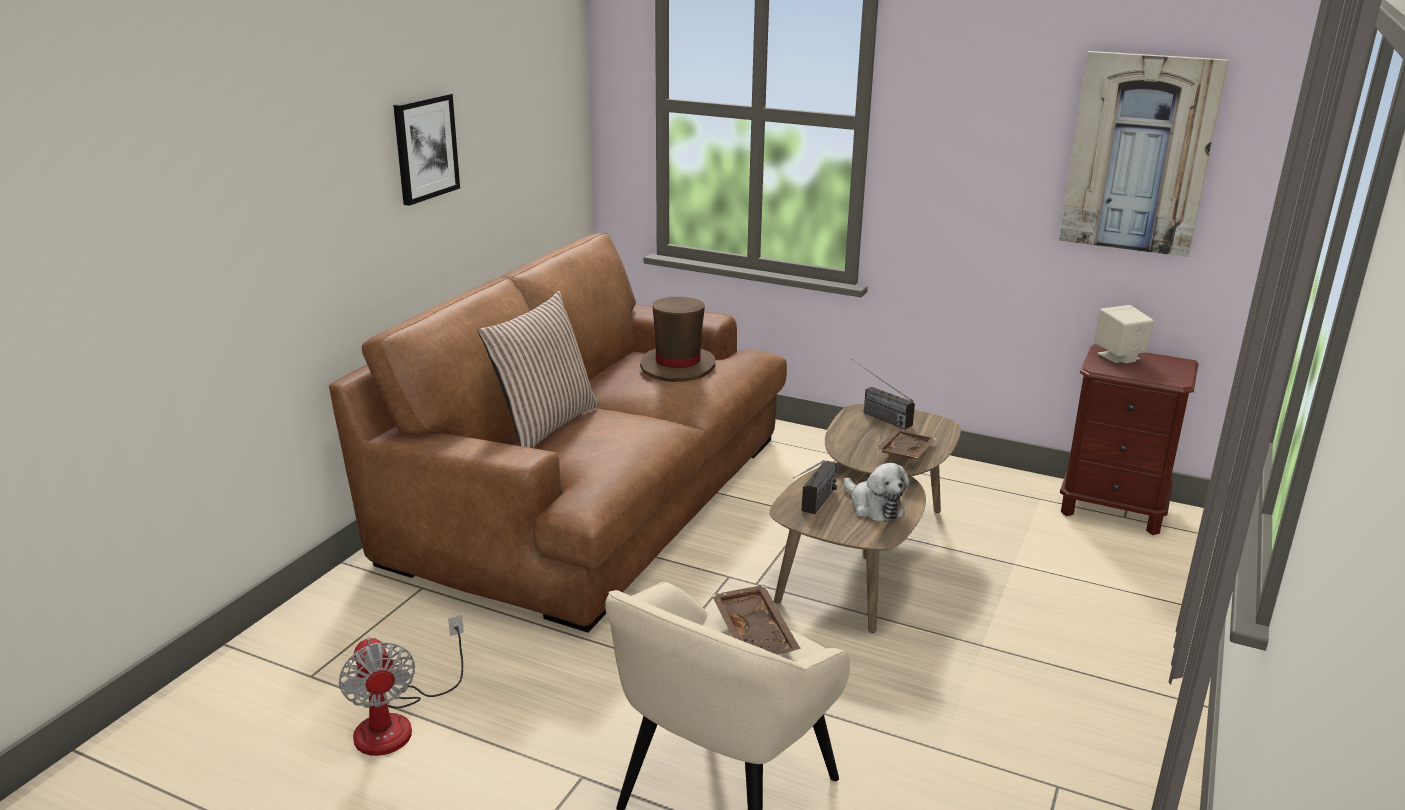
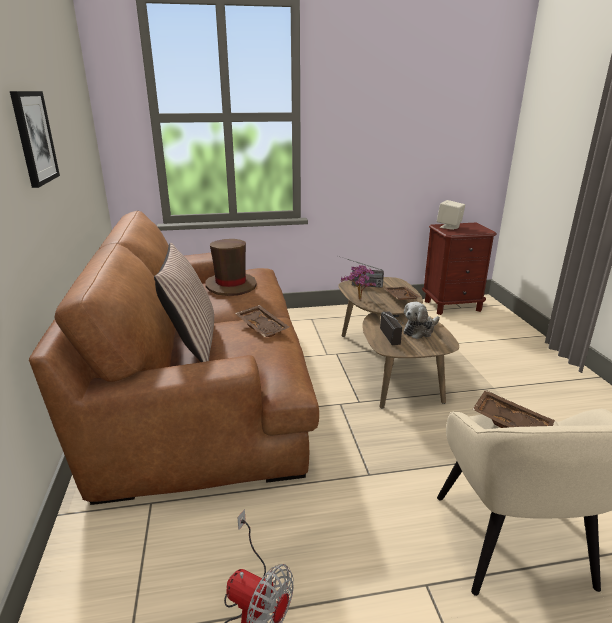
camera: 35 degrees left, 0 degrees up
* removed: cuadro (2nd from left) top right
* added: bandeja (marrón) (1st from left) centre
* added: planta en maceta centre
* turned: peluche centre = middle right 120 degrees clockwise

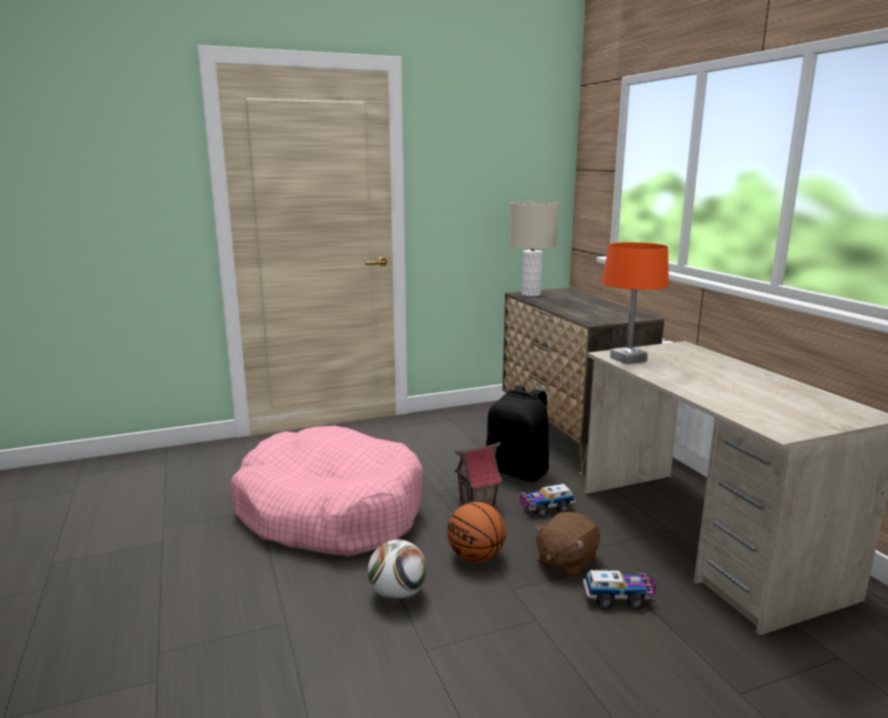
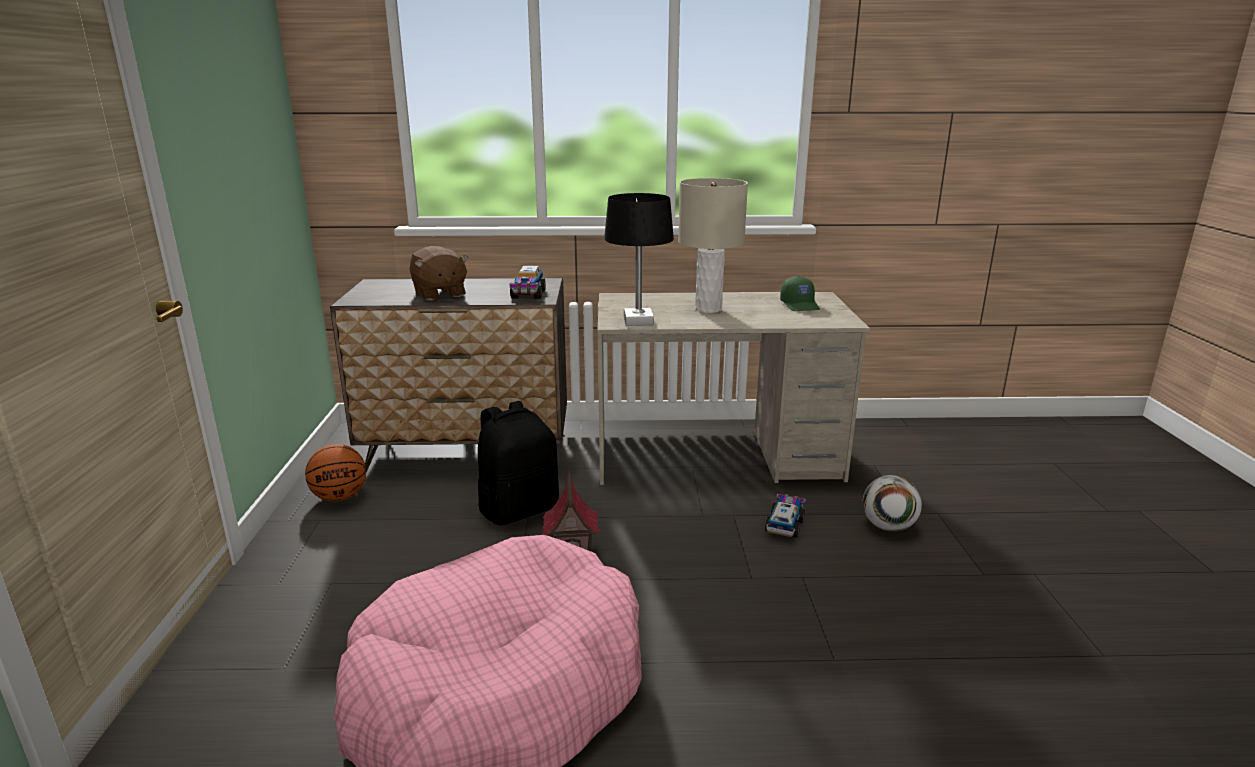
camera: 70 degrees left, 5 degrees up
* added: gorra (verde) centre
* moved: balón de fútbol bottom centre to middle right
* moved: balón de baloncesto bottom centre to middle left
* moved: lámpara de mesa (beis) centre to top centre
* moved: camión de juguete (1st from left) bottom centre to centre
* moved: peluche (marrón) bottom centre to centre
* recoloured: lámpara de mesa (naranja) middle right to lámpara de mesa (negro) centre

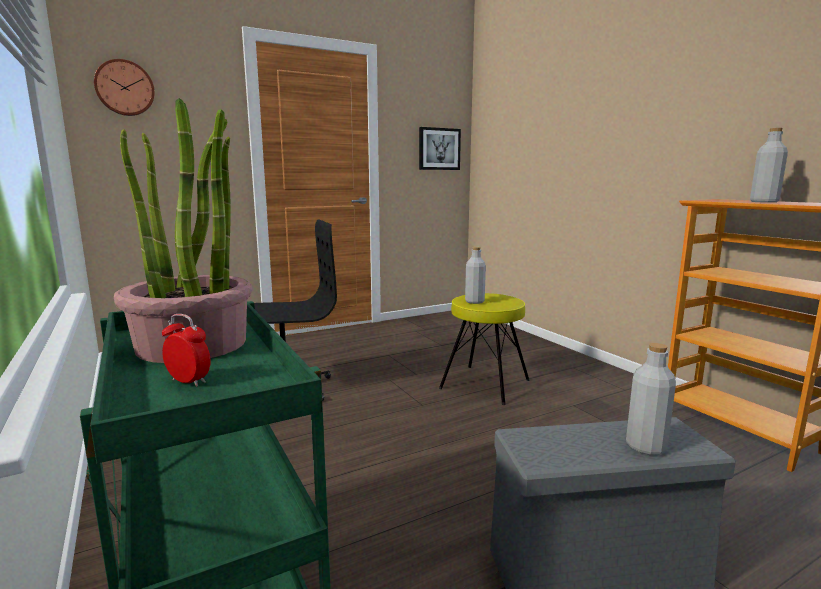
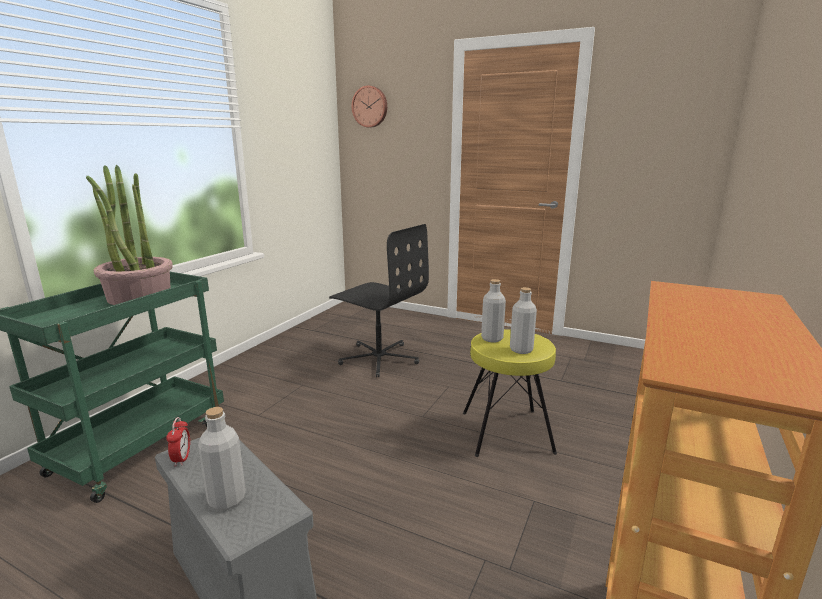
camera: 55 degrees right, 5 degrees up
* removed: cuadro top centre
* moved: despertador middle left to bottom left
* moved: botella (gris) (3rd from left) top right to centre

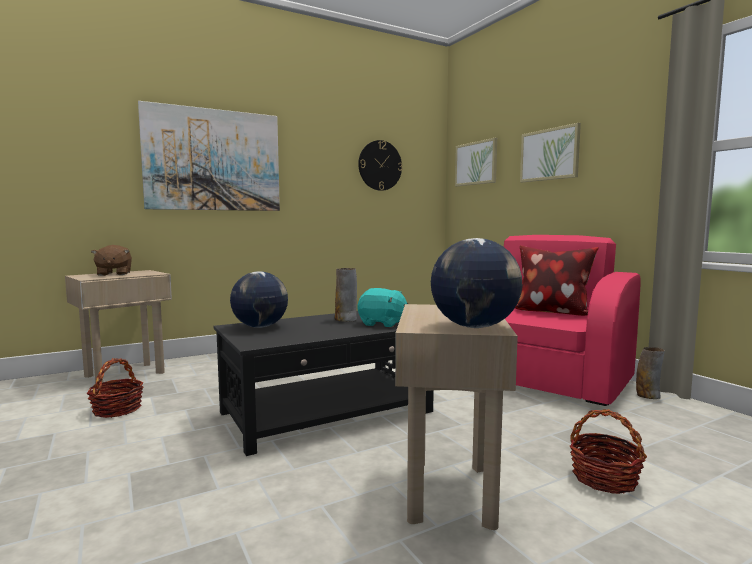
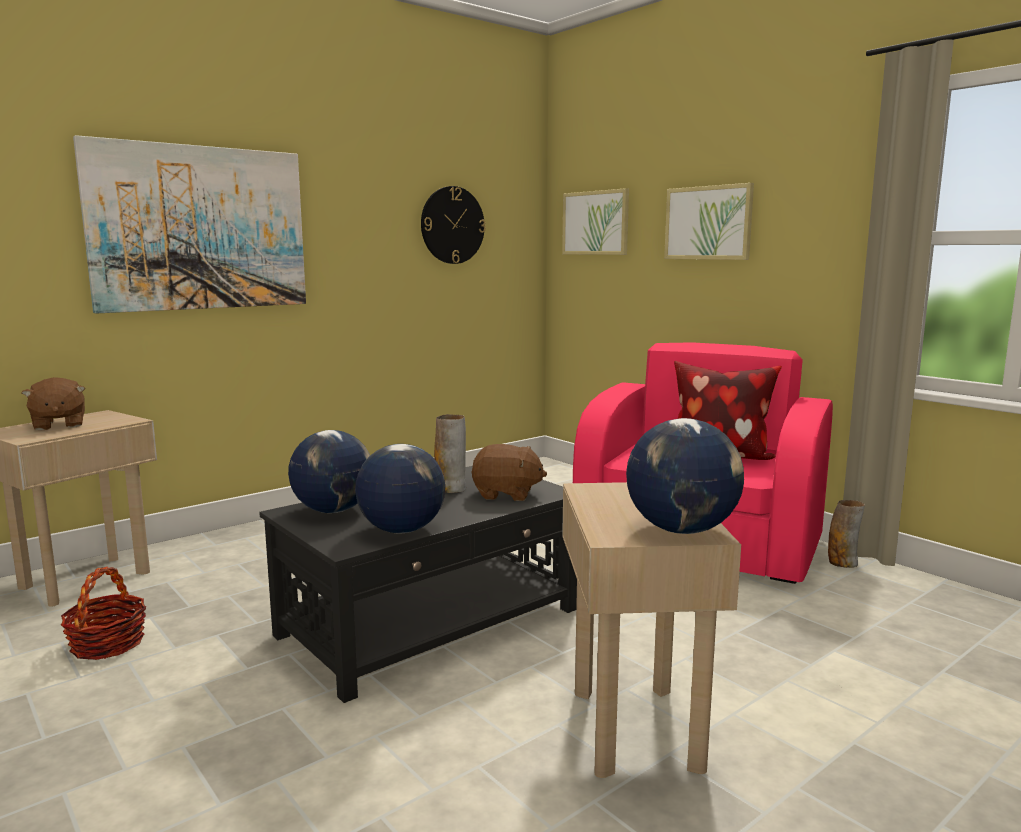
camera: 10 degrees left, 5 degrees up
* removed: cesta (2nd from left) bottom right
* added: globo terráqueo (2nd from left) centre
* recoloured: peluche (turquesa) centre to peluche (marrón) (2nd from left) centre

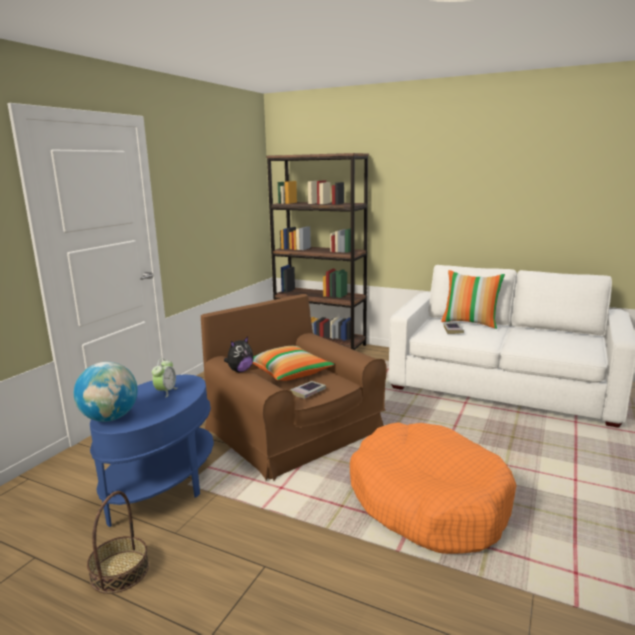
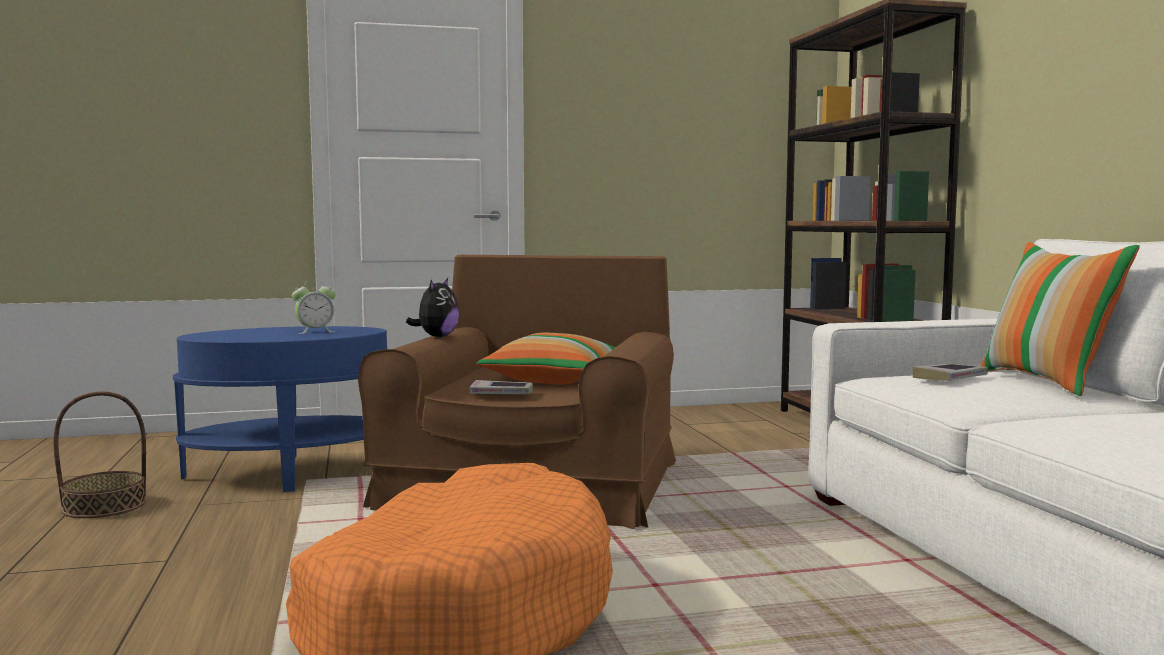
camera: 50 degrees right, 10 degrees down
* removed: globo terráqueo middle left
* turned: peluche centre = centre 75 degrees counterclockwise

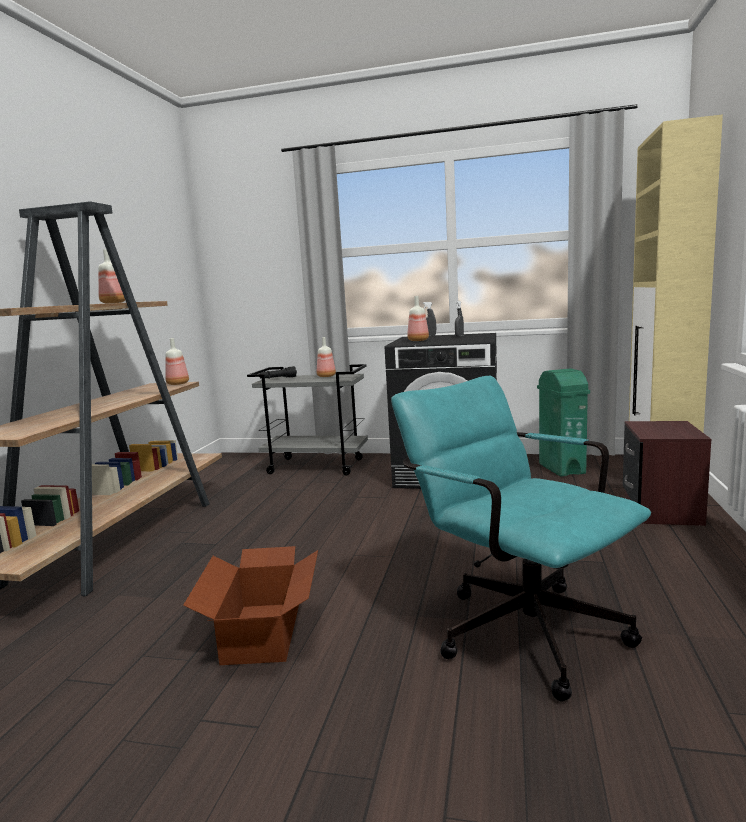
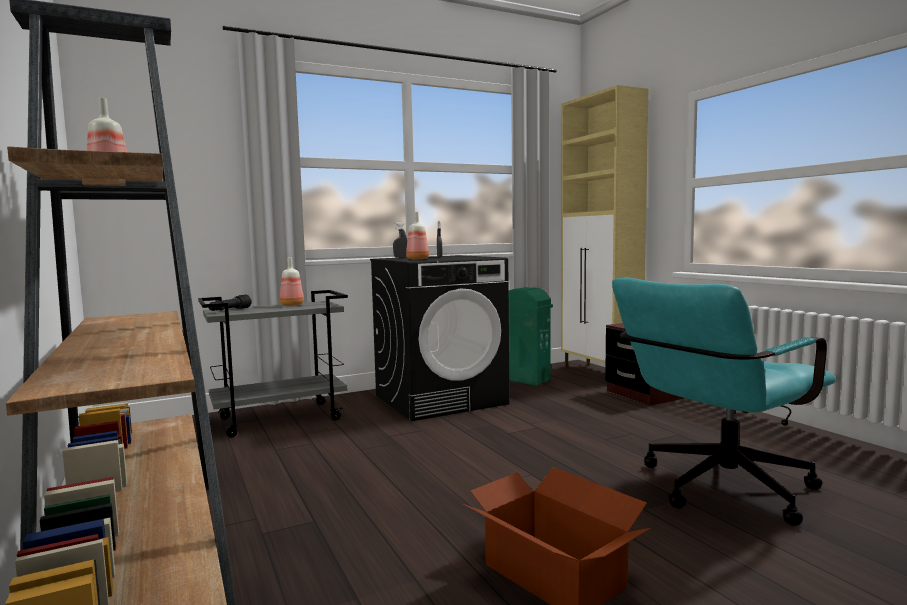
camera: 40 degrees left, 5 degrees down
* removed: botella (2nd from left) middle left
* turned: silla de oficina (turquesa) middle right = middle right 45 degrees counterclockwise

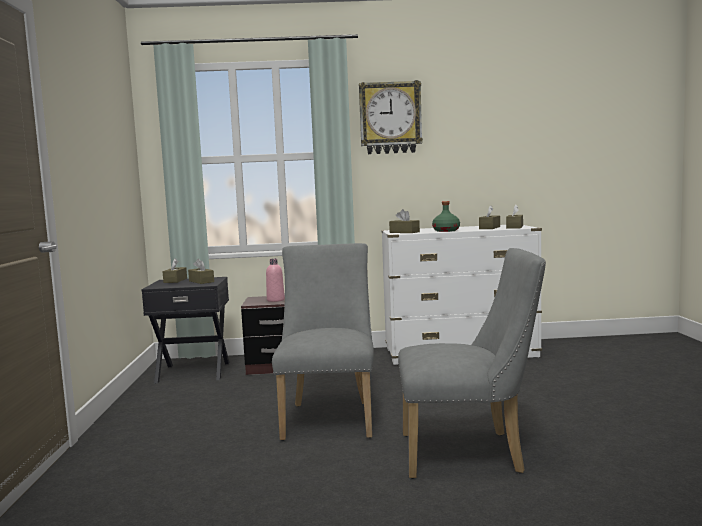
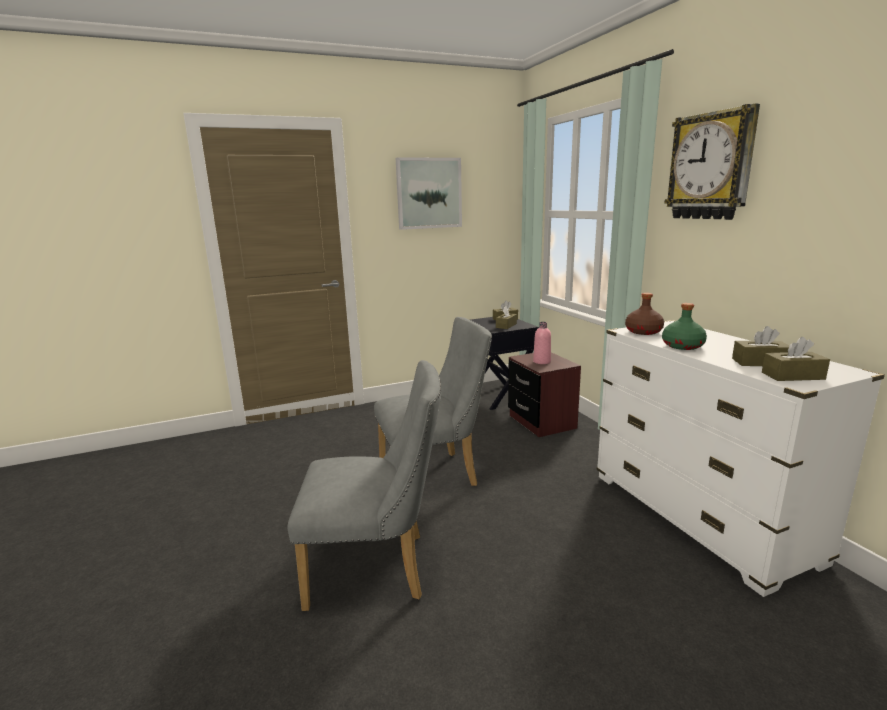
camera: 70 degrees right, 10 degrees up
* added: cuadro top centre
* replaced: caja de pañuelos (marrón) (3rd from left) centre to botella (marrón) middle right
* turned: silla (gris) (2nd from left in the first image) bottom right = bottom centre 75 degrees counterclockwise

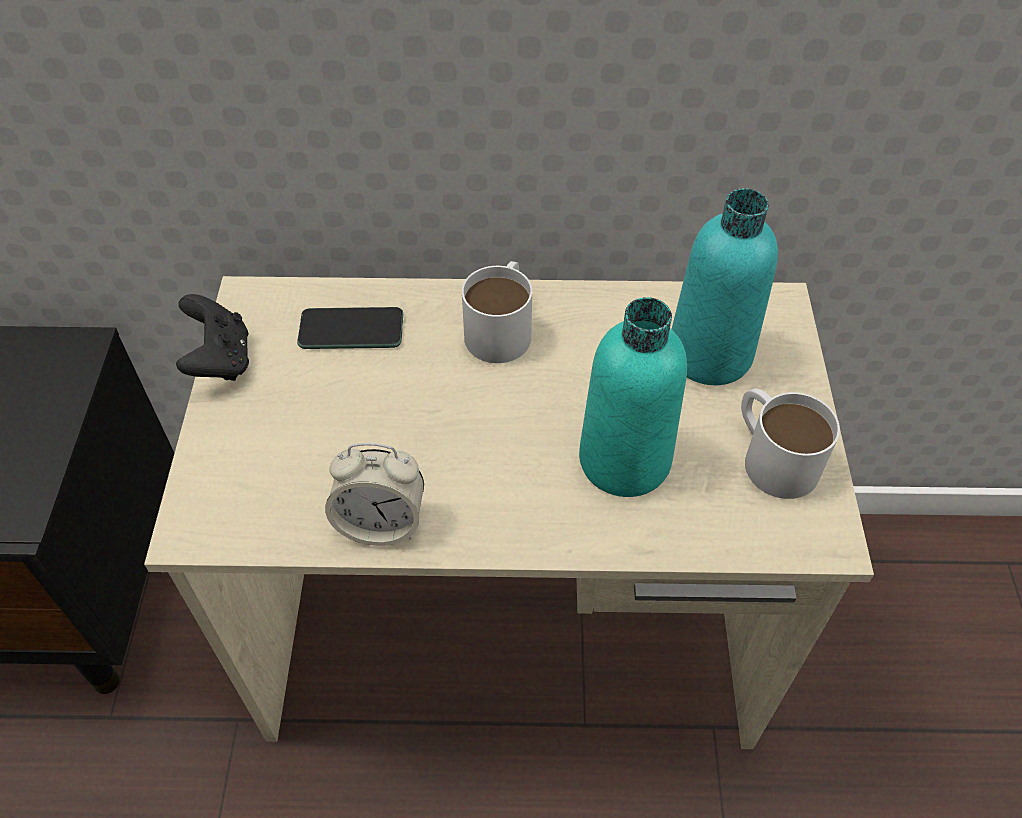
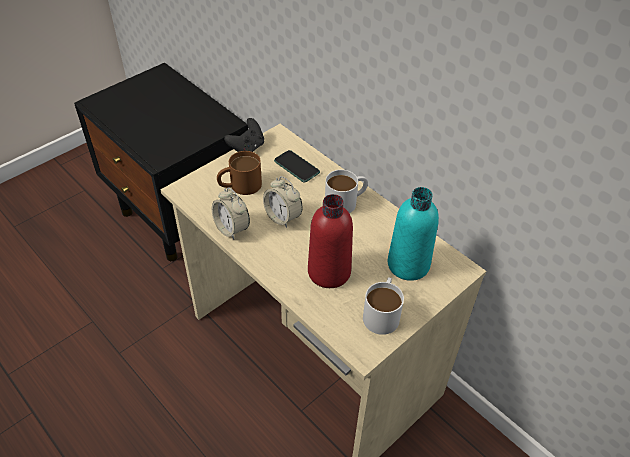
camera: 45 degrees right, 5 degrees down
* added: taza grande (marrón) centre
* added: despertador (2nd from left) centre
* recoloured: botella (turquesa) (1st from left) centre to botella (rojo) centre

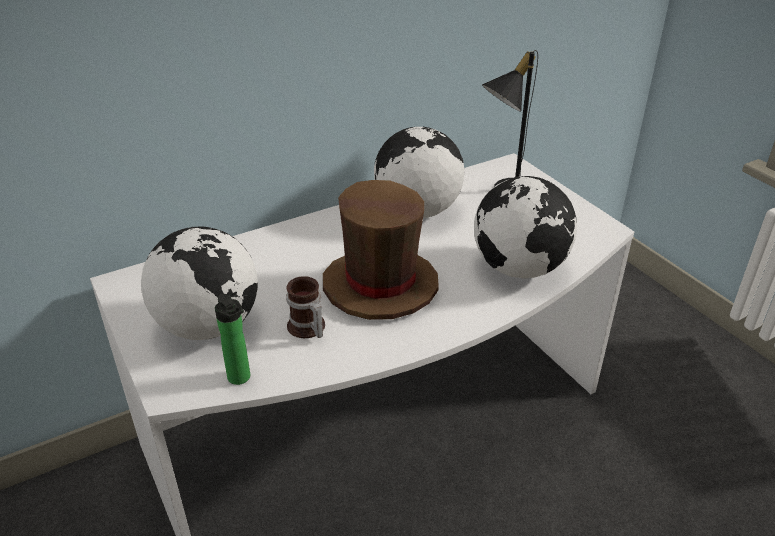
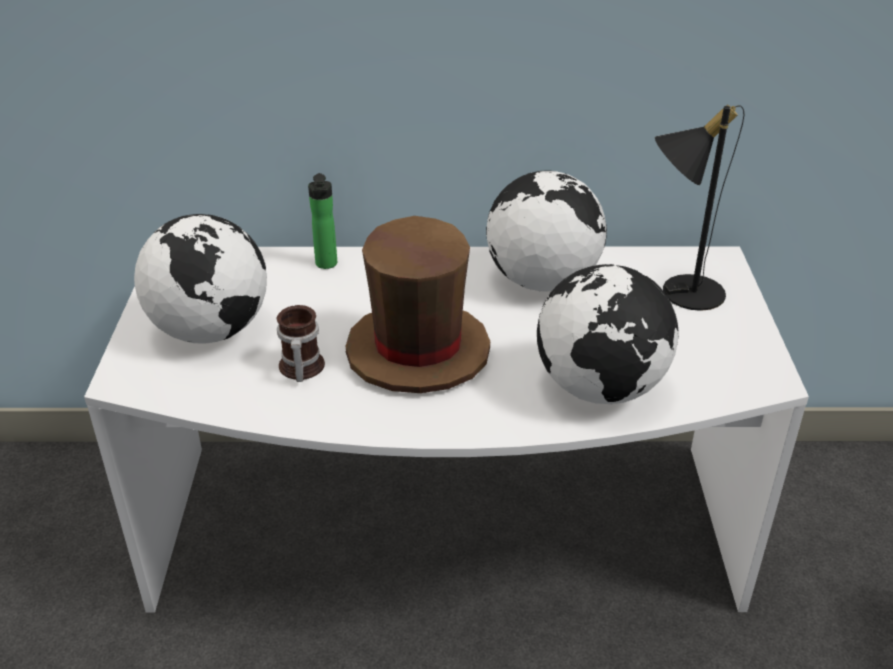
camera: 30 degrees right, 0 degrees up
* moved: botella middle left to top centre

